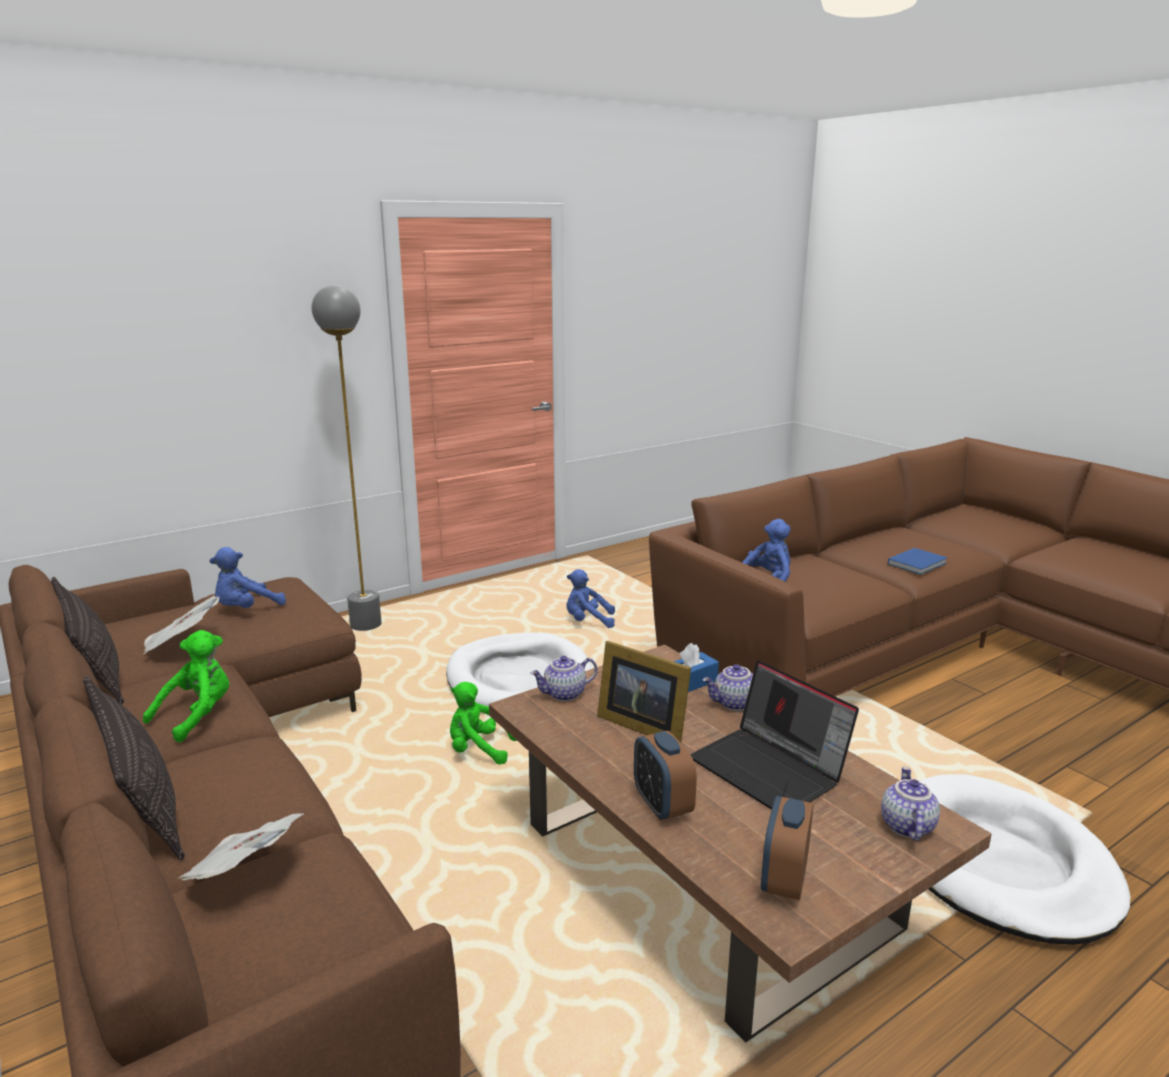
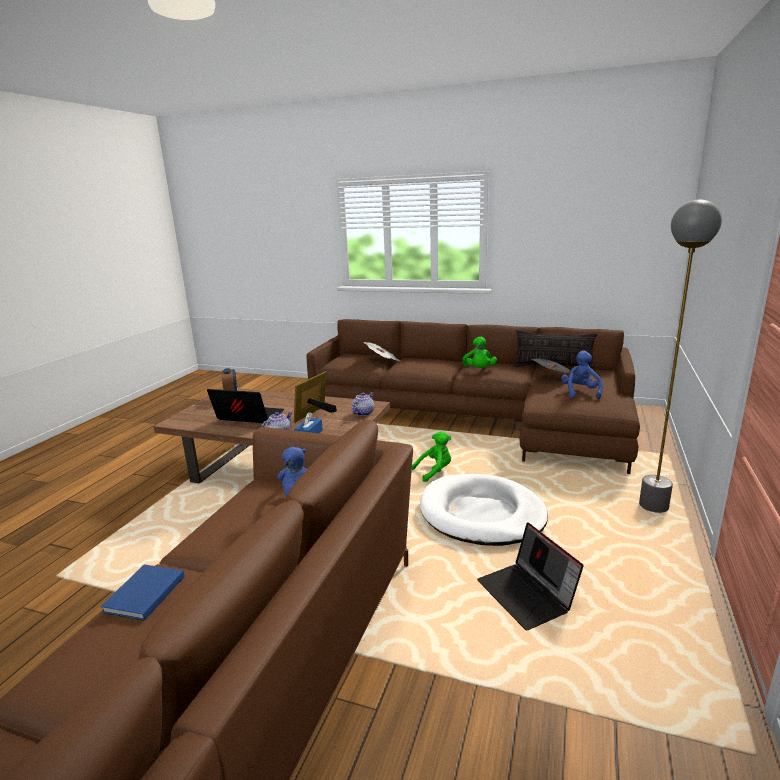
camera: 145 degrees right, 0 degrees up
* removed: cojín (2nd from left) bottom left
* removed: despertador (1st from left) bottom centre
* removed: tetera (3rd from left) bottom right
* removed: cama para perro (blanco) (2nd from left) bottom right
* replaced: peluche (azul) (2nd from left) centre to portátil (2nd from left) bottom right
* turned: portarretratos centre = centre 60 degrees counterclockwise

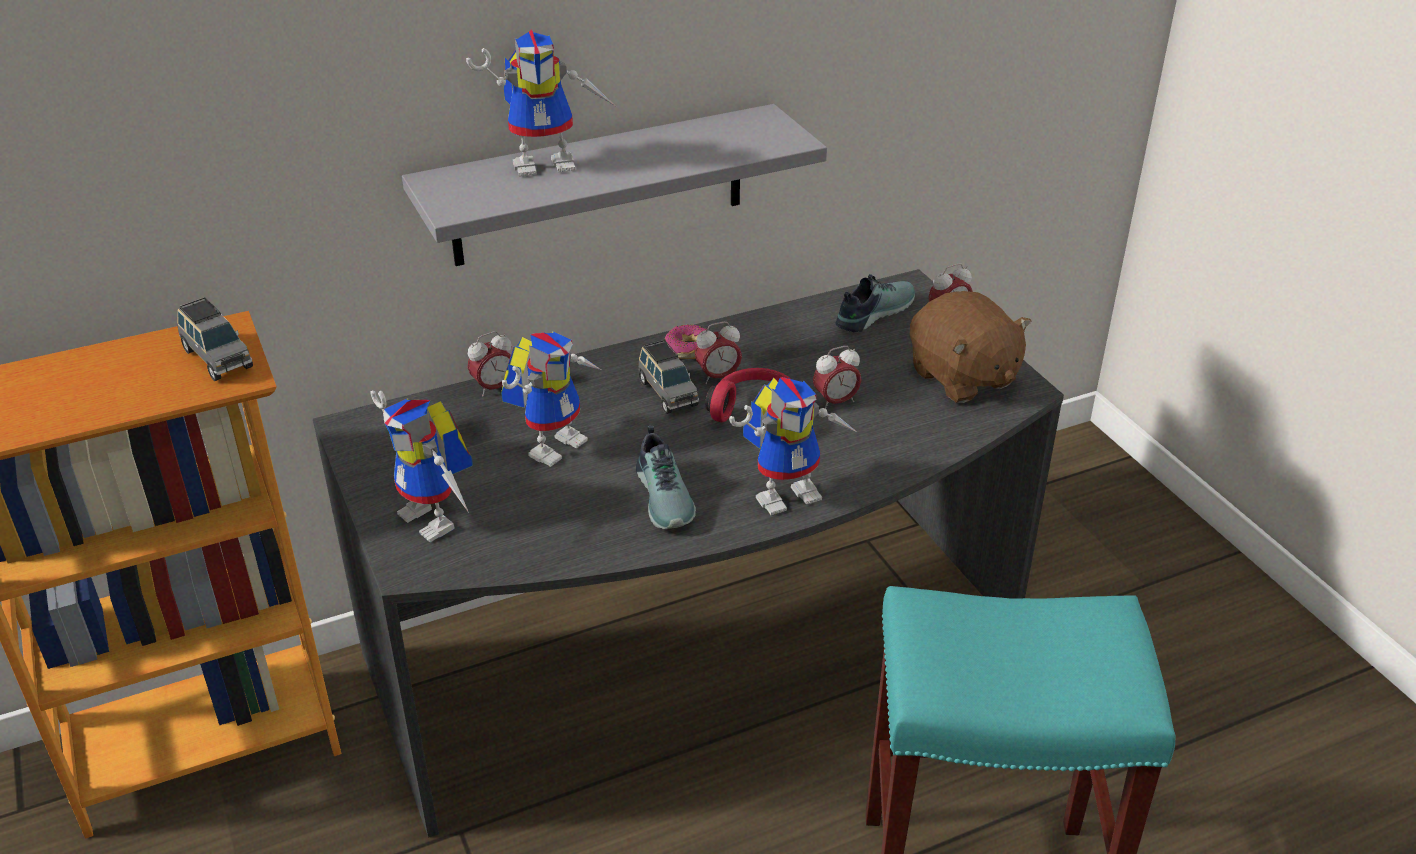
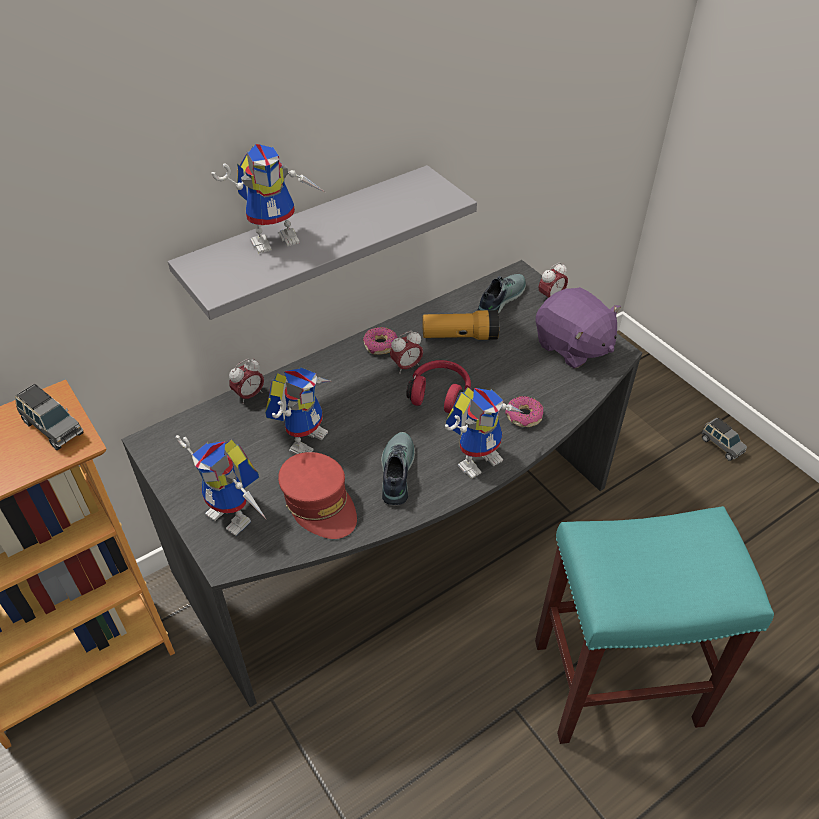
camera: 10 degrees left, 10 degrees up
* removed: despertador (3rd from left) centre
* added: gorra (rojo) centre
* added: linterna centre
* added: rosquilla (2nd from left) centre
* moved: coche de juguete (gris) (2nd from left) centre to middle right
* recoloured: peluche (marrón) middle right to peluche (morado) middle right
* turned: zapato (1st from left) centre = centre 150 degrees counterclockwise

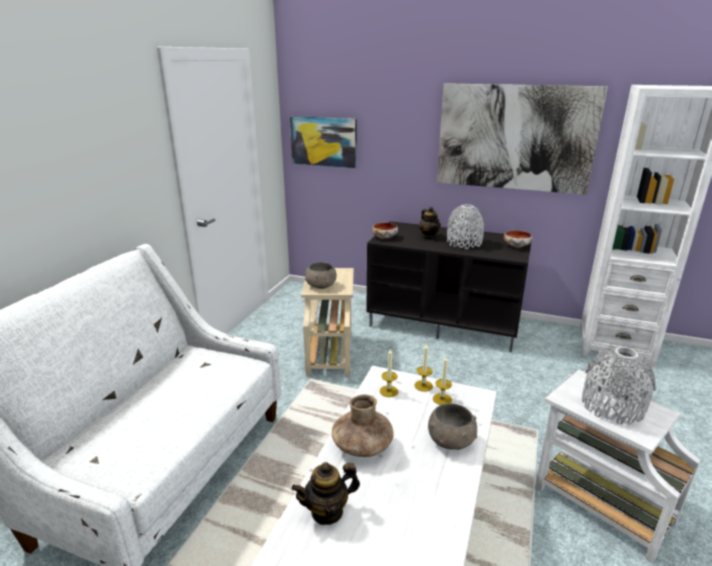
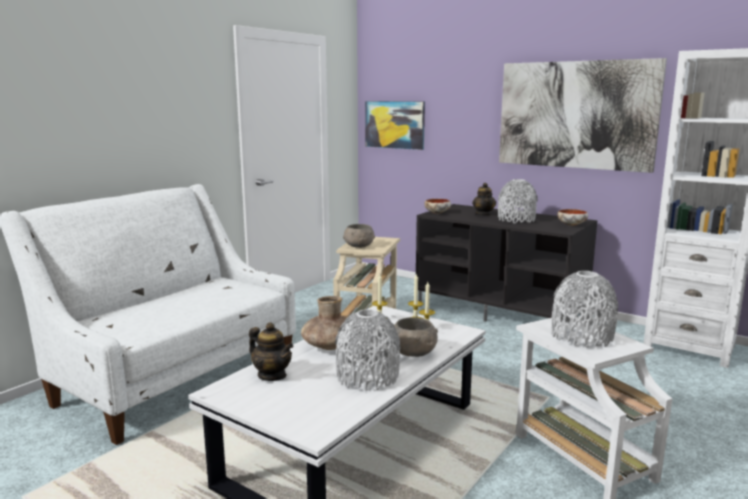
camera: 15 degrees right, 10 degrees down
* added: florero (gris) (1st from left) bottom centre
* turned: tetera (1st from left) bottom centre = bottom centre 135 degrees counterclockwise

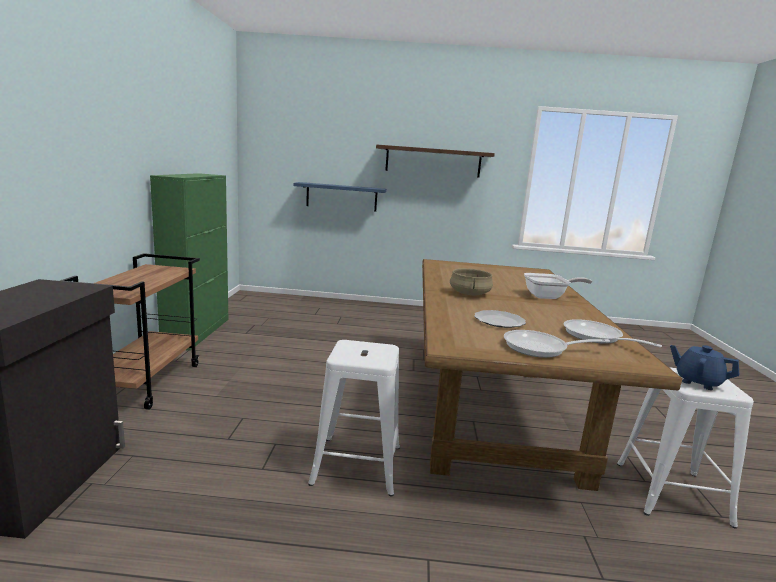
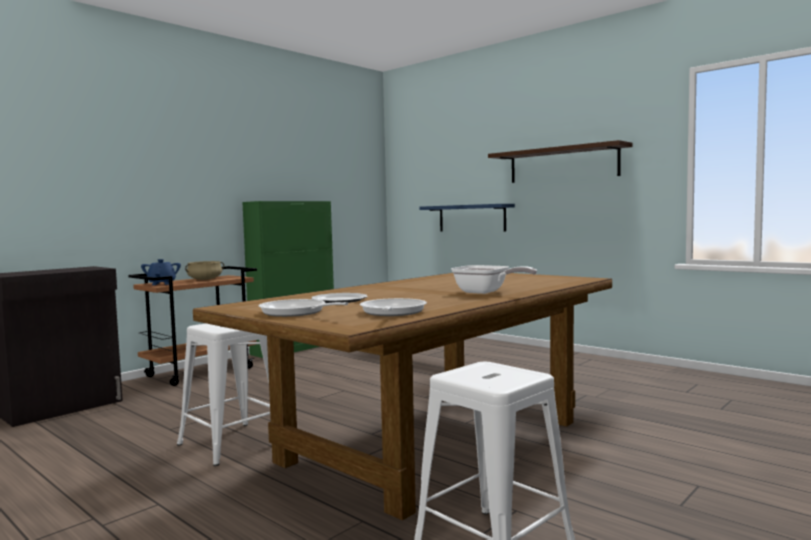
camera: 40 degrees right, 10 degrees down
* moved: olla (beis) centre to middle left
* moved: tetera (azul) middle right to middle left

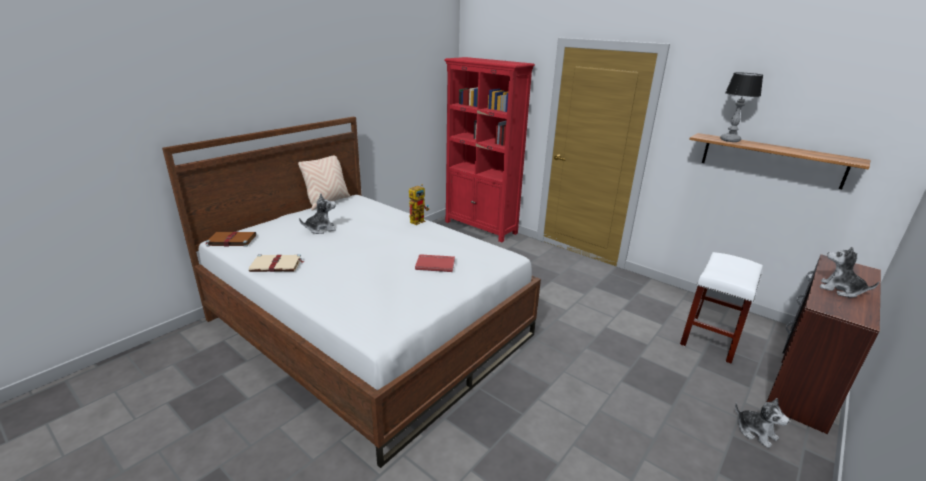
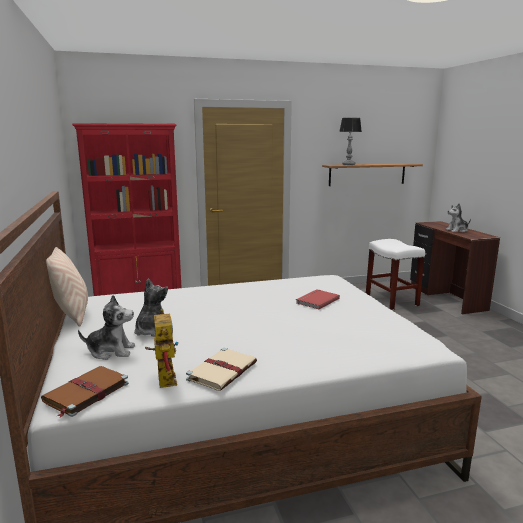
camera: 55 degrees left, 10 degrees down
* moved: robot de juguete centre to middle left
* moved: peluche (2nd from left in the first image) bottom right to peluche (1st from left) middle left

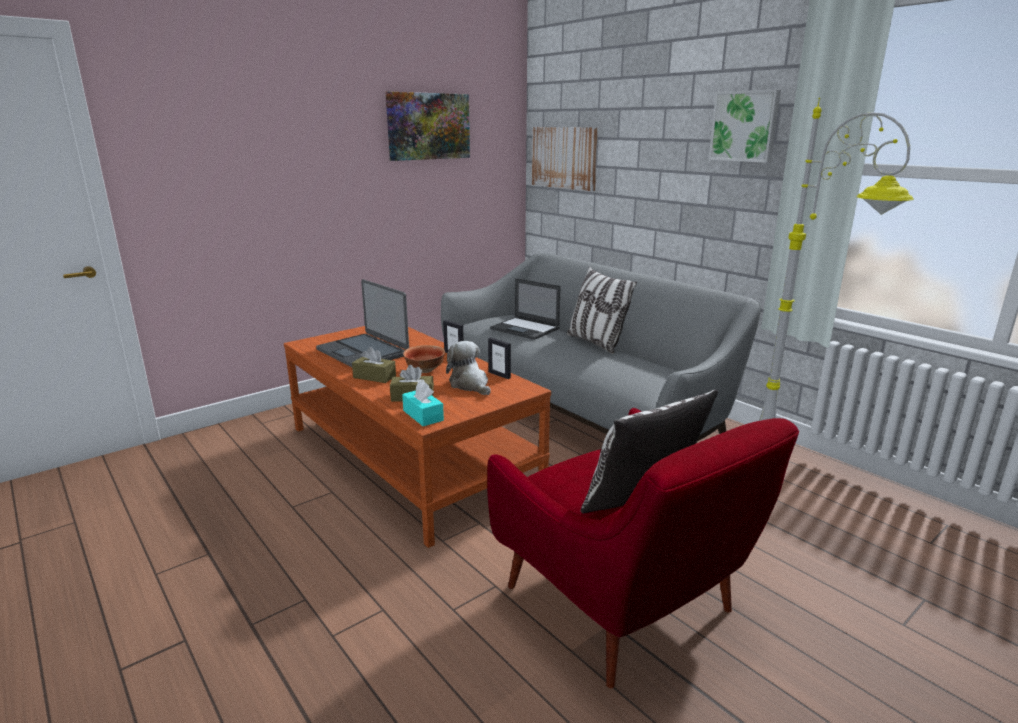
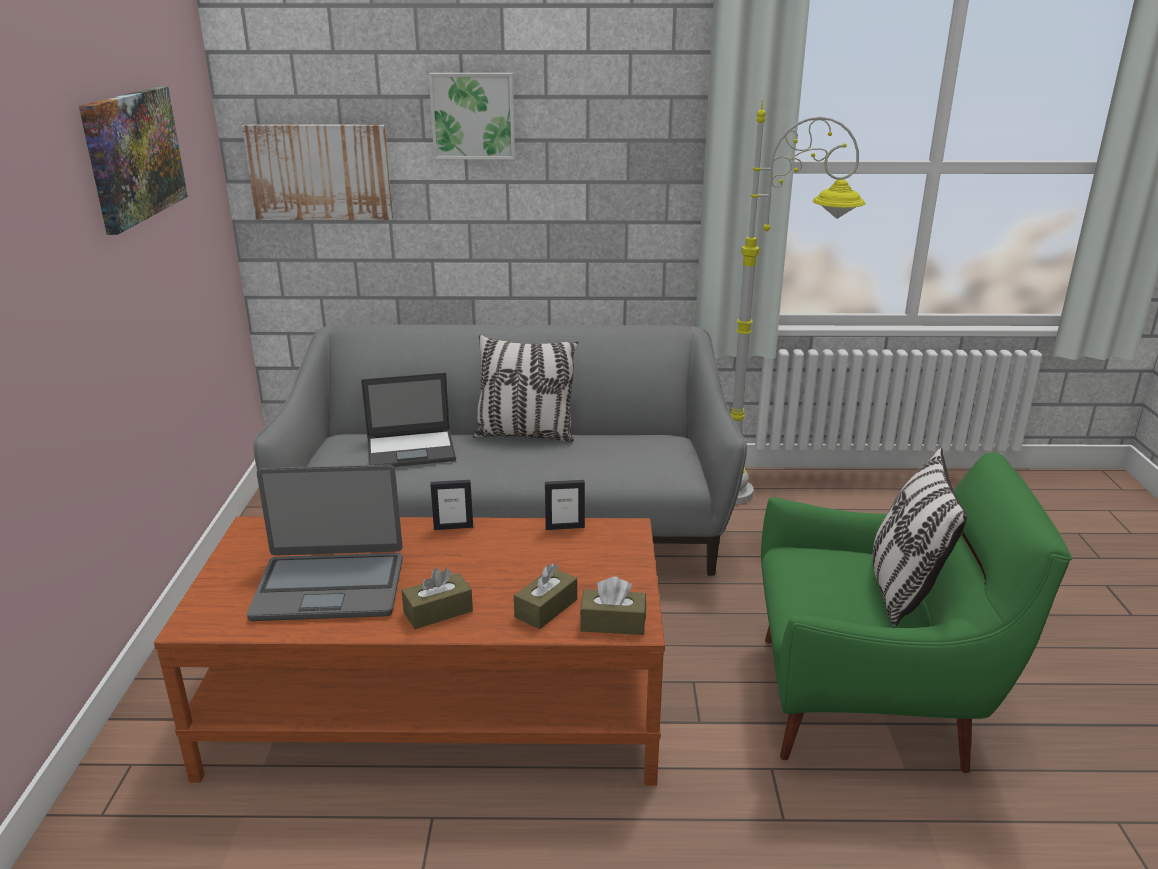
camera: 50 degrees left, 5 degrees up
* removed: cuenco centre
* removed: peluche centre
* moved: cuadro (3rd from left) top right to top centre
* recoloured: caja de pañuelos (turquesa) centre to caja de pañuelos (marrón) (3rd from left) bottom centre
* recoloured: sillón (rojo) bottom centre to sillón (verde) bottom right

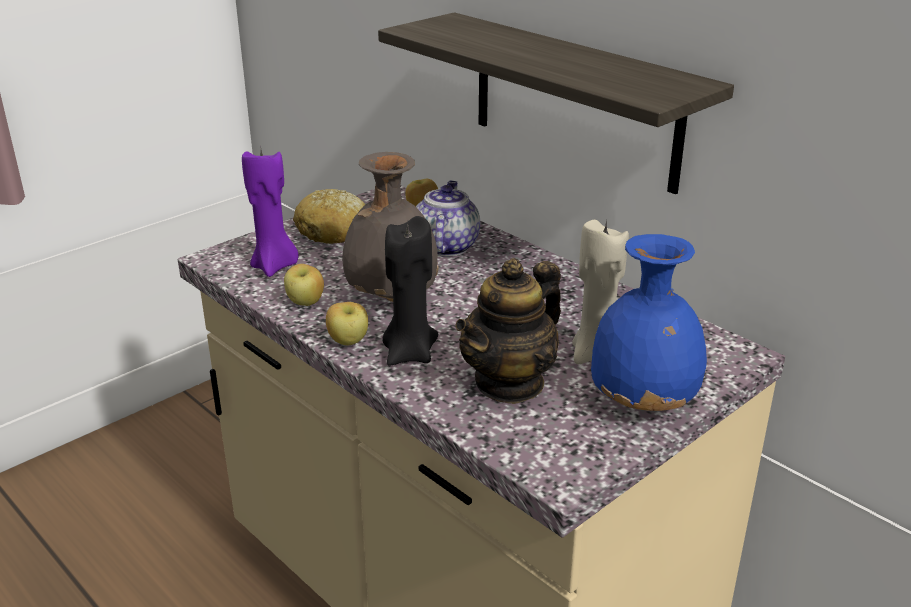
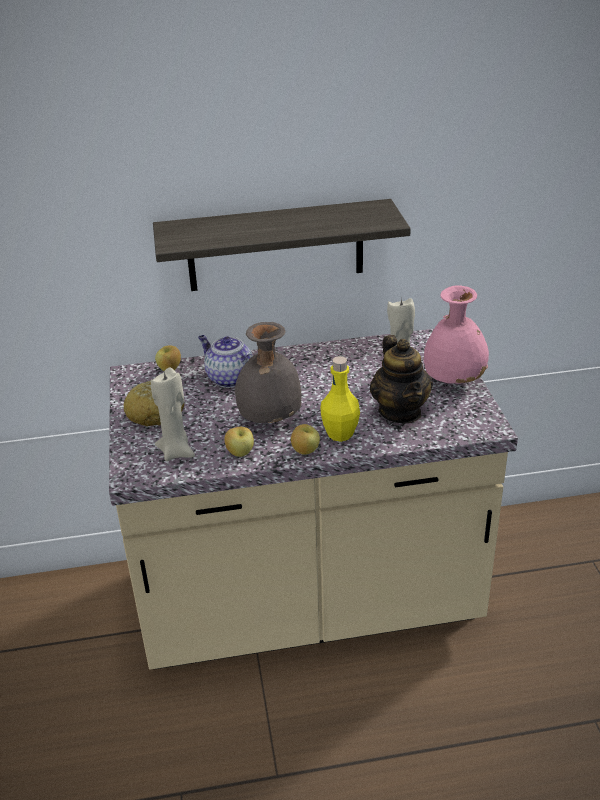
camera: 55 degrees left, 5 degrees up
* replaced: vela (negro) centre to botella (amarillo) centre
* recoloured: vela (morado) middle left to vela (beis) (1st from left) middle left
* recoloured: florero (azul) middle right to florero (rosa) middle right

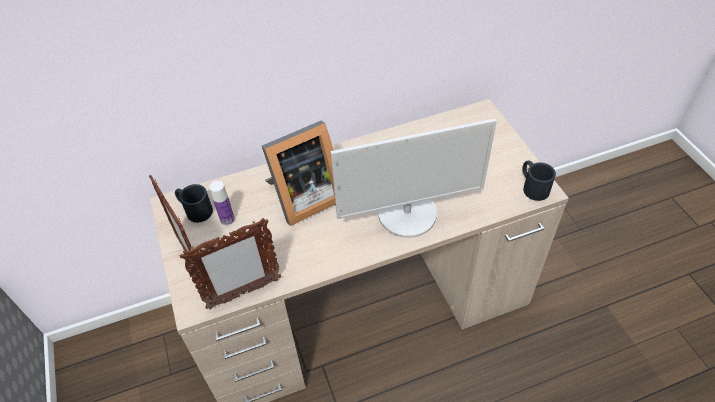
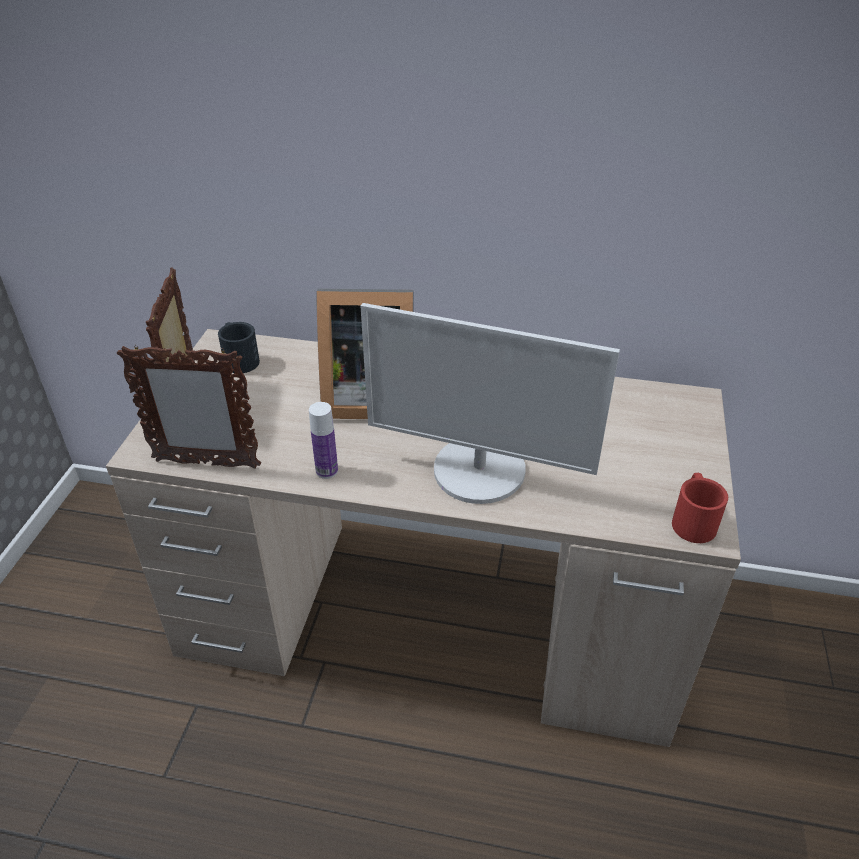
camera: 30 degrees right, 10 degrees down
* moved: botella middle left to centre
* recoloured: taza grande (negro) (2nd from left) middle right to taza grande (rojo) middle right

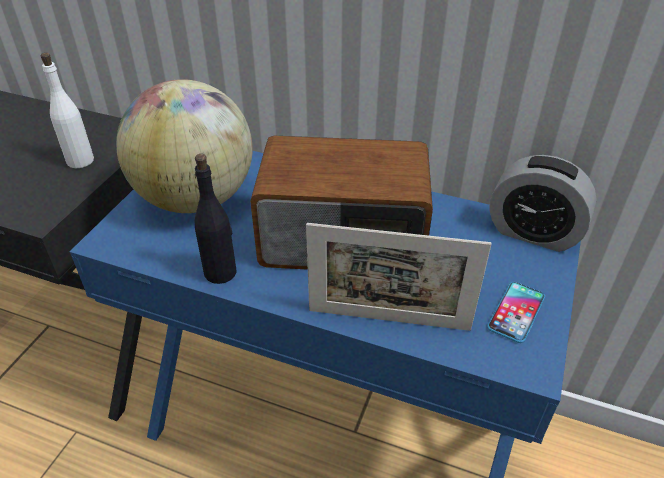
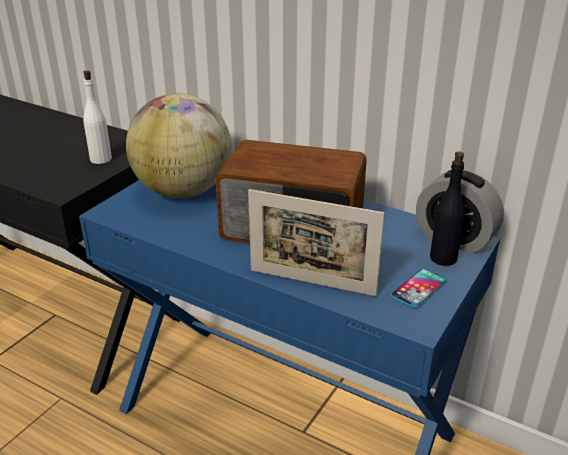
camera: 10 degrees right, 10 degrees down
* moved: botella (negro) middle left to middle right

